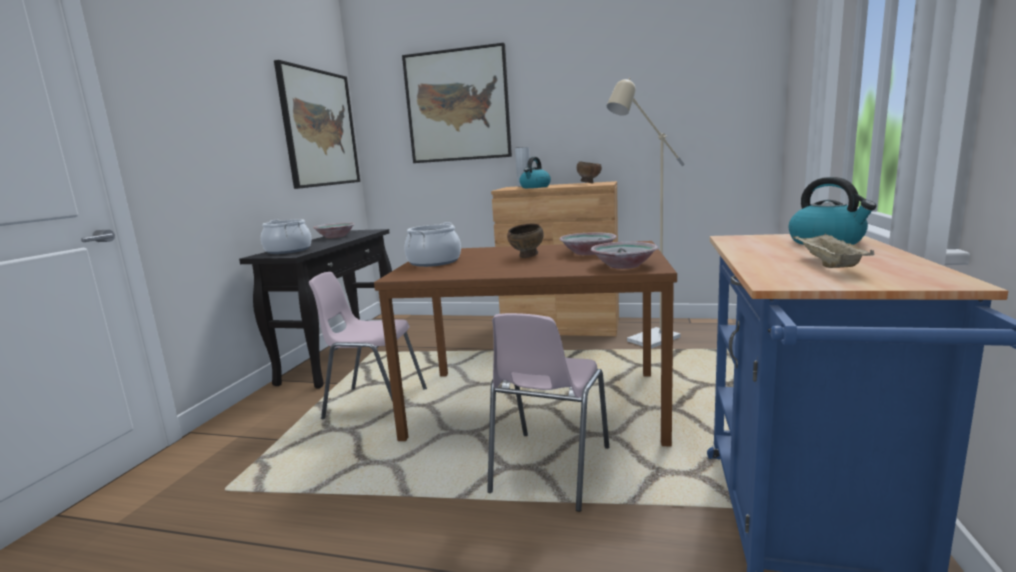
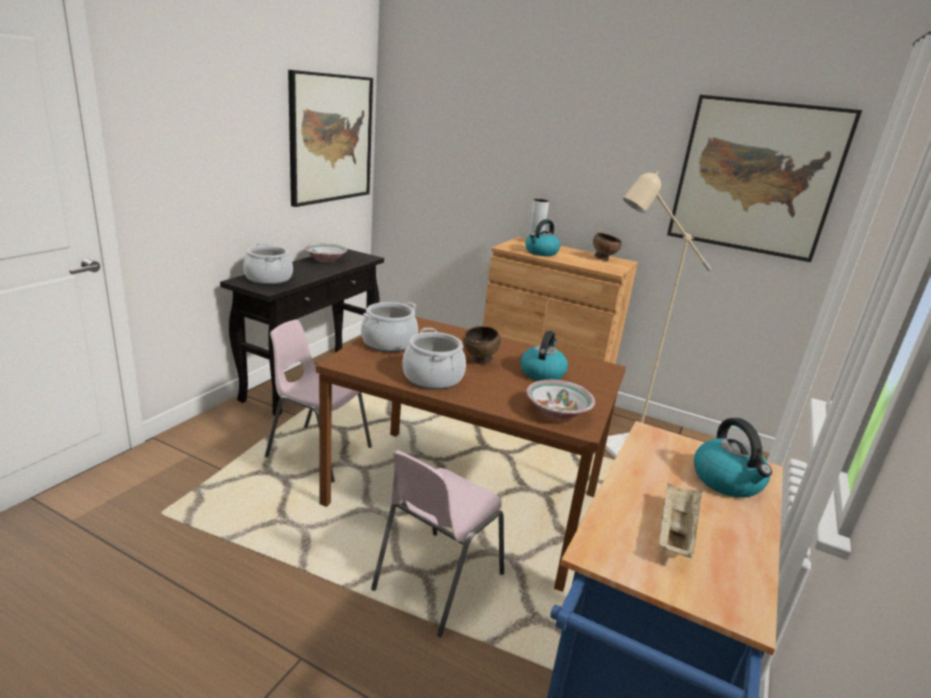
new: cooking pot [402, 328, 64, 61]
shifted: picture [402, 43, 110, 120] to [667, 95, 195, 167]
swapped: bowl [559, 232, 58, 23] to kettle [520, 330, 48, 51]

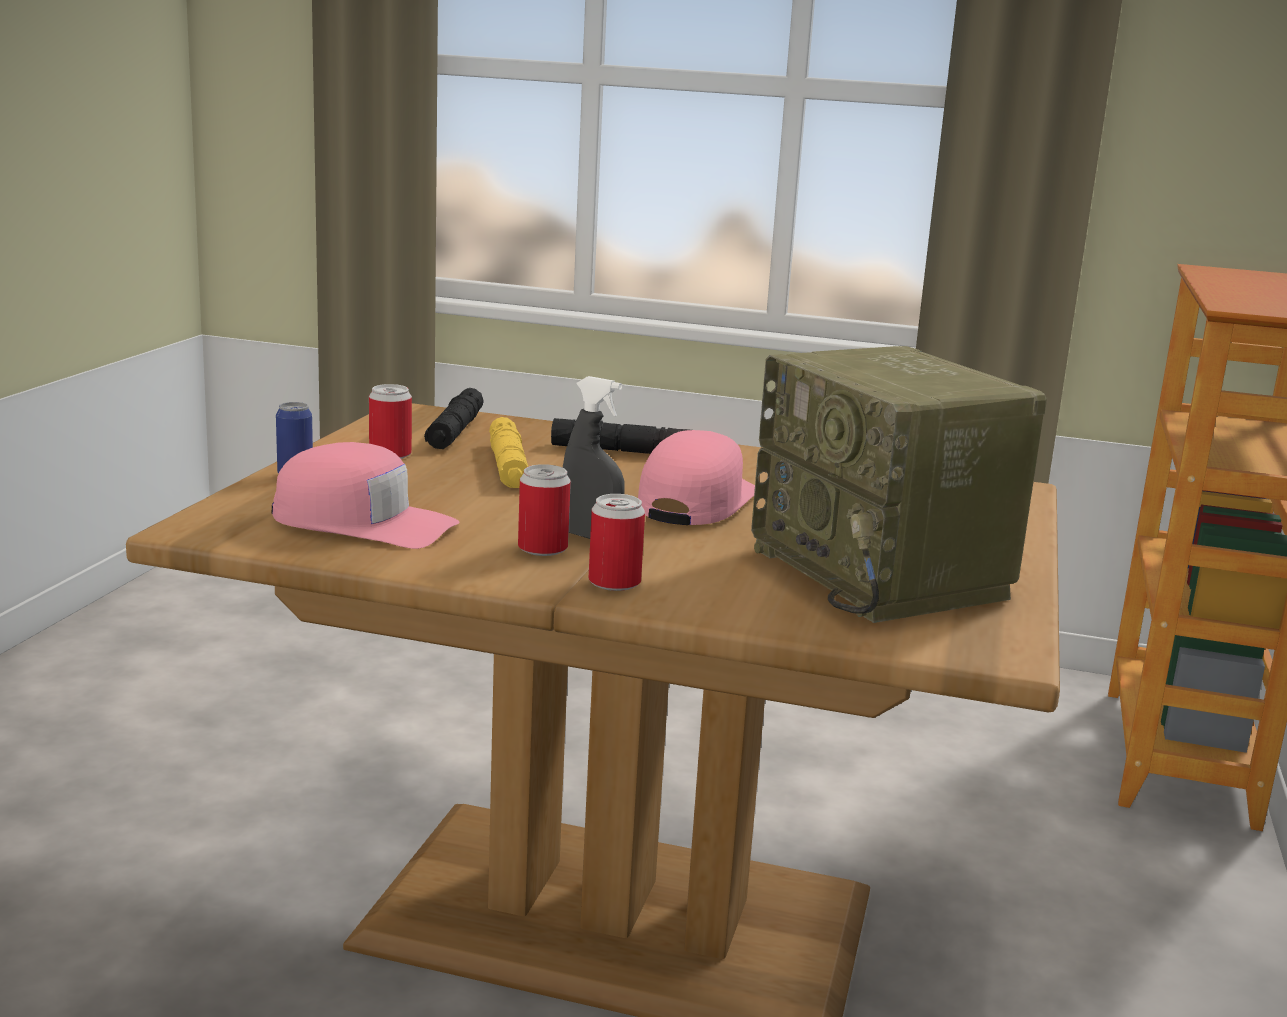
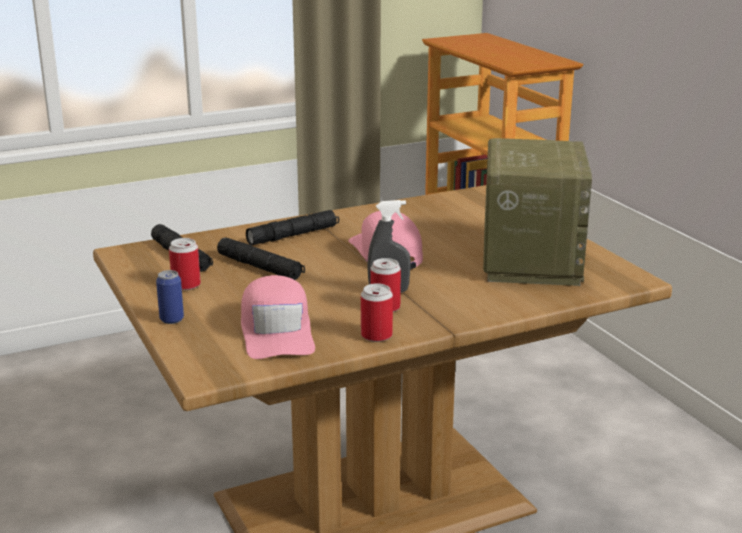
shifted: can [589, 494, 56, 97] to [361, 283, 32, 59]
repainted: flashlight in yellow [489, 417, 39, 71] to flashlight in black [217, 237, 88, 43]
rotated: cap in pink [271, 442, 189, 107] = [241, 275, 74, 84] 105 degrees clockwise; radio [751, 346, 296, 277] = [483, 138, 109, 148] 105 degrees counterclockwise

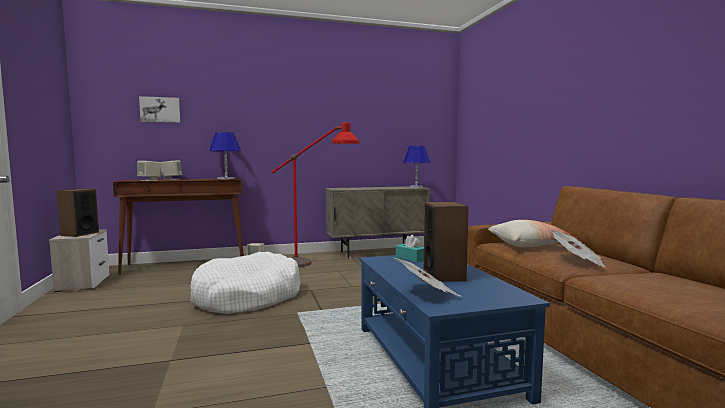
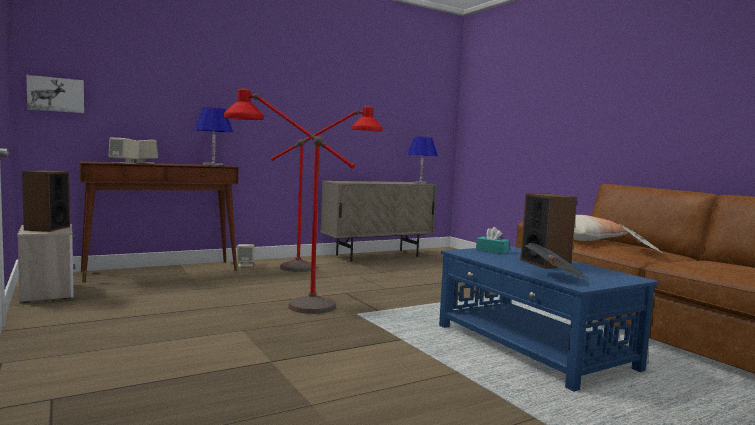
shifted: picture [139, 96, 41, 27] to [26, 75, 58, 38]
swapped: dog bed in white [190, 252, 110, 62] to floor lamp in red [224, 88, 131, 226]

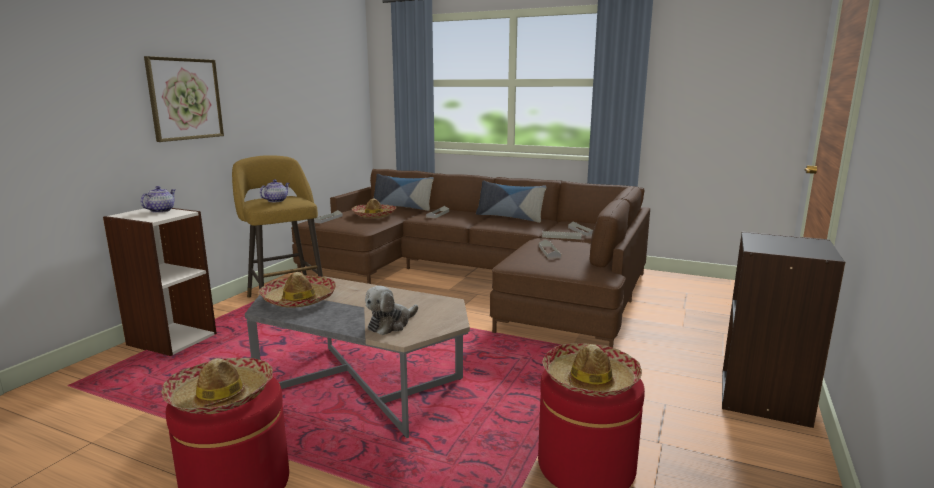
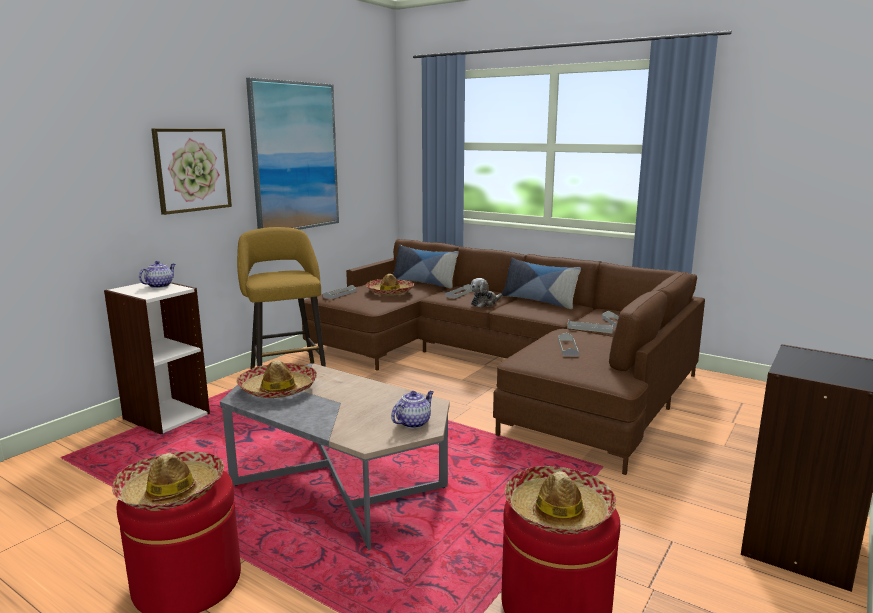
new: picture [246, 78, 93, 152]
shifted: teapot [260, 180, 29, 22] to [391, 391, 43, 37]; plush toy [365, 286, 53, 49] to [470, 278, 32, 29]

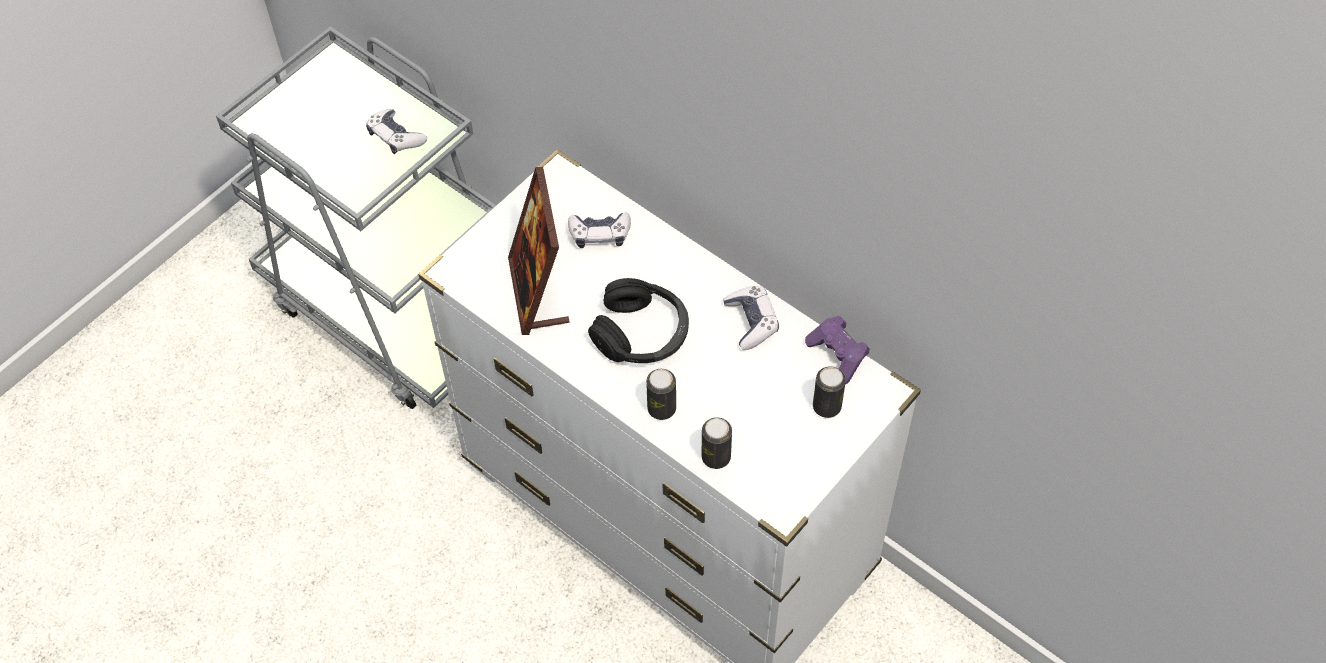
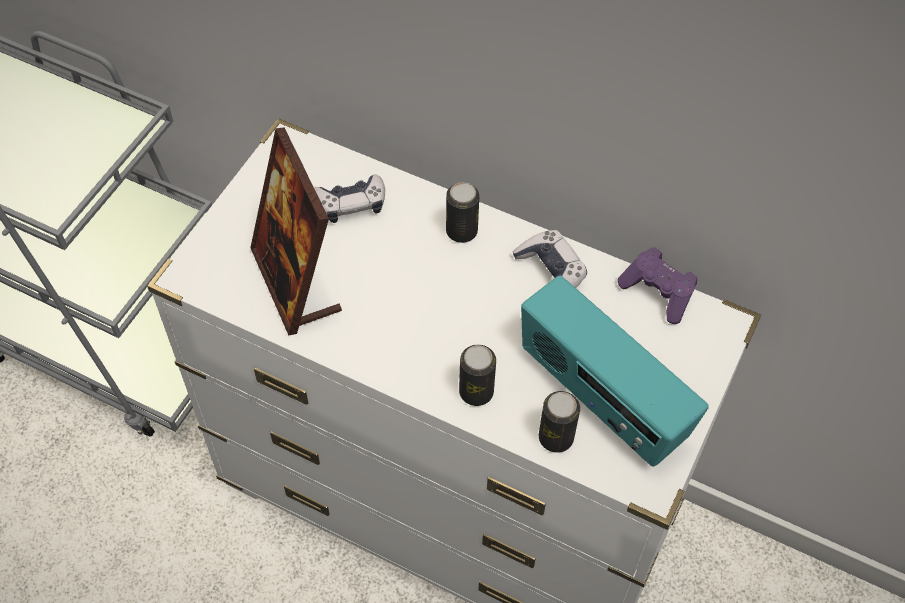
gone: game controller [366, 109, 61, 45]; headphones in black [588, 278, 101, 85]
new: radio [521, 276, 188, 190]
shifted: can [813, 366, 33, 52] to [446, 182, 33, 61]

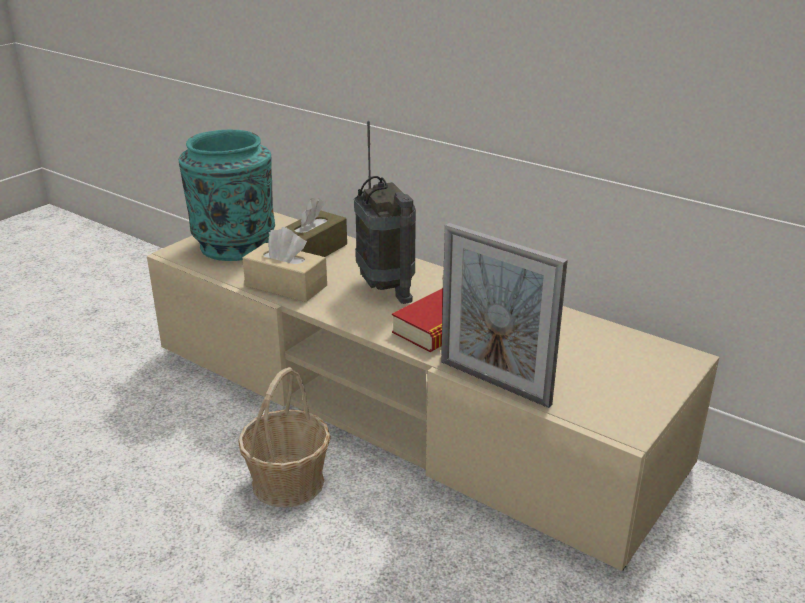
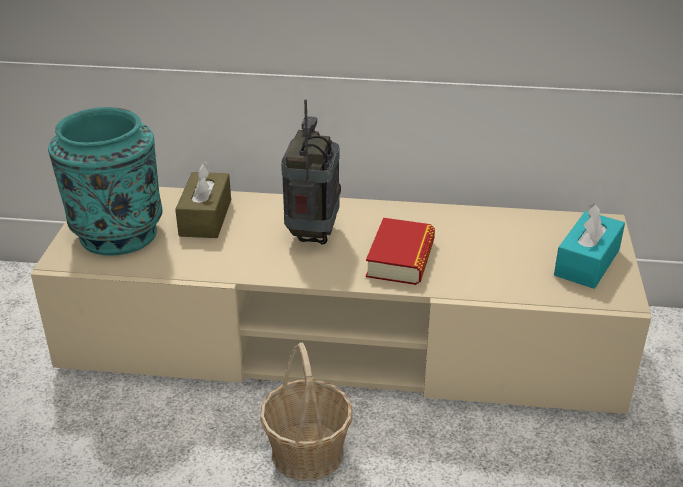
gone: tissue box in beige [243, 227, 84, 75]; picture frame [441, 223, 127, 185]
new: tissue box in turquoise [554, 204, 71, 85]
rotated: radio [354, 121, 62, 183] = [281, 99, 60, 145] 120 degrees counterclockwise

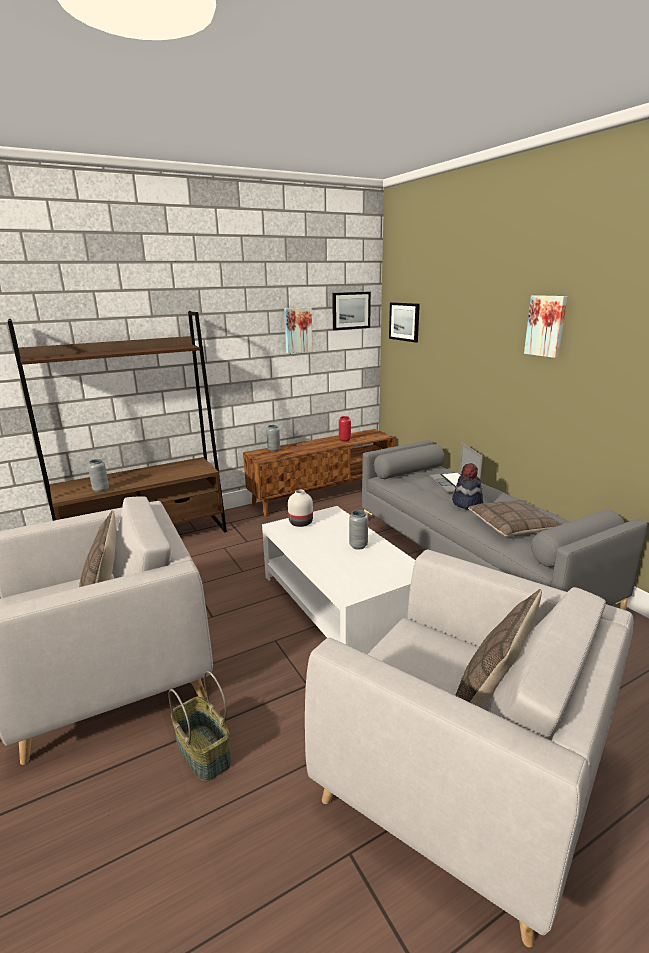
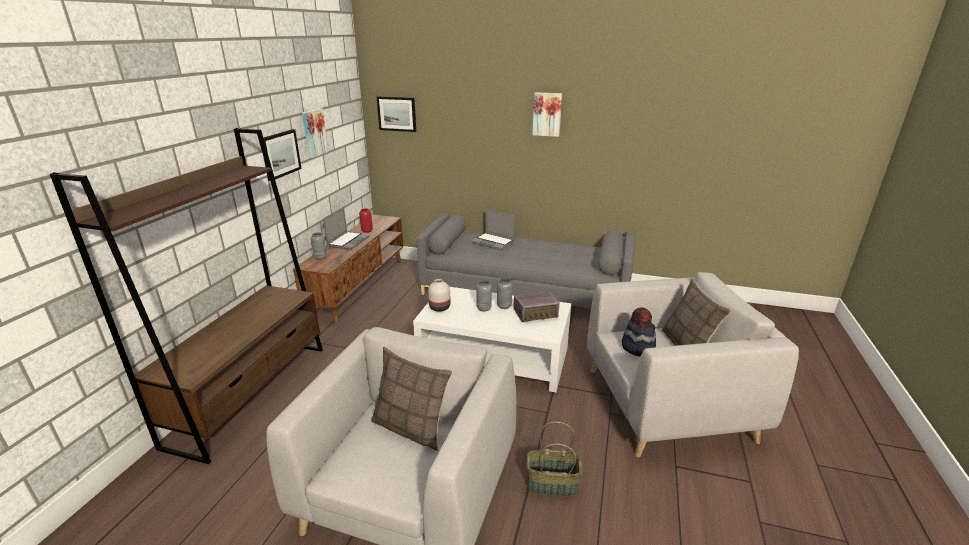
gone: pillow [468, 500, 94, 37]
new: laptop [323, 207, 47, 43]; radio [513, 292, 47, 30]
shifted: vase in grey [88, 459, 21, 33] to [476, 280, 16, 32]; picture [332, 292, 39, 38] to [264, 129, 38, 52]; hat [452, 463, 31, 46] to [622, 307, 34, 50]

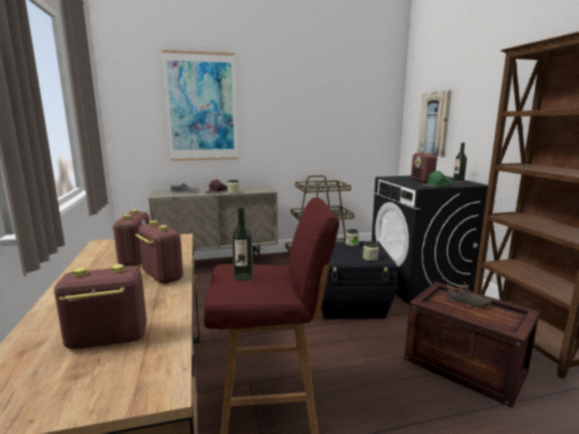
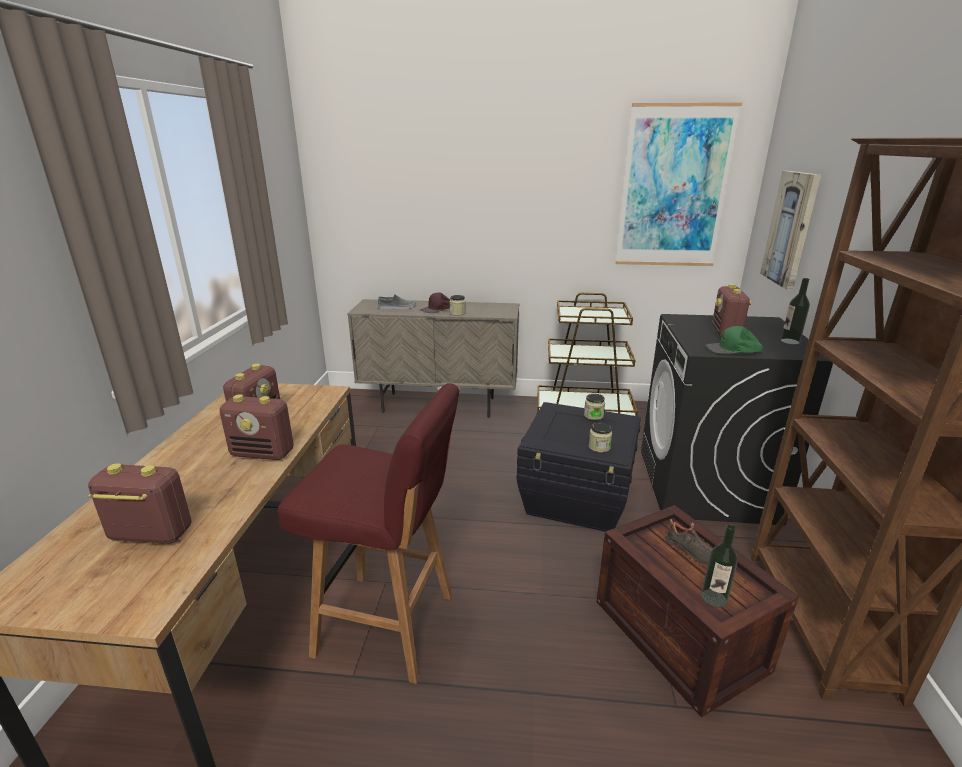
shifted: picture [162, 50, 76, 111] to [616, 102, 126, 164]; bottle [232, 207, 21, 74] to [701, 524, 37, 84]
rotated: radio [135, 220, 48, 64] = [219, 394, 75, 66] 120 degrees clockwise

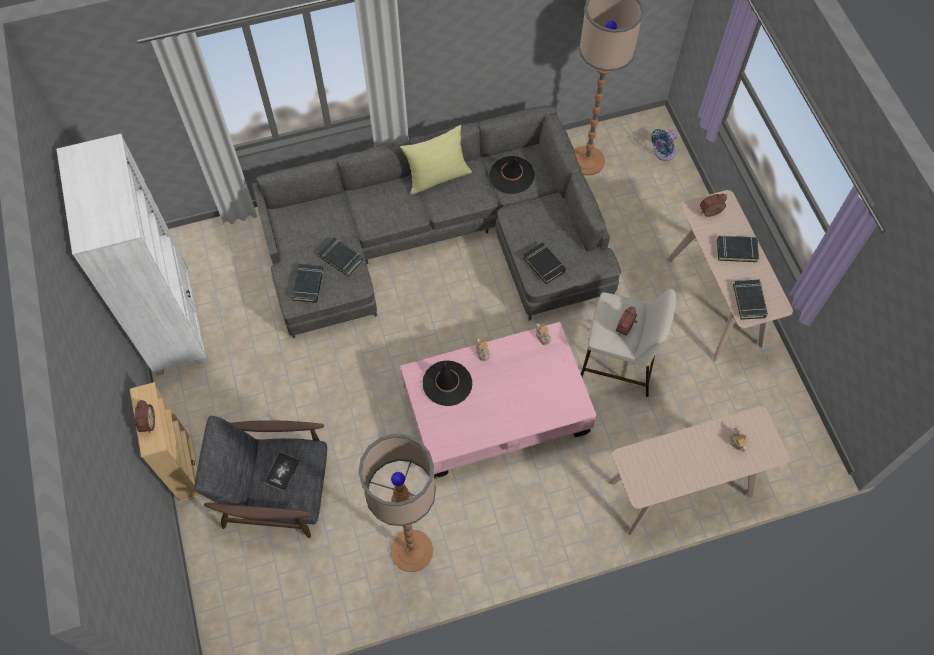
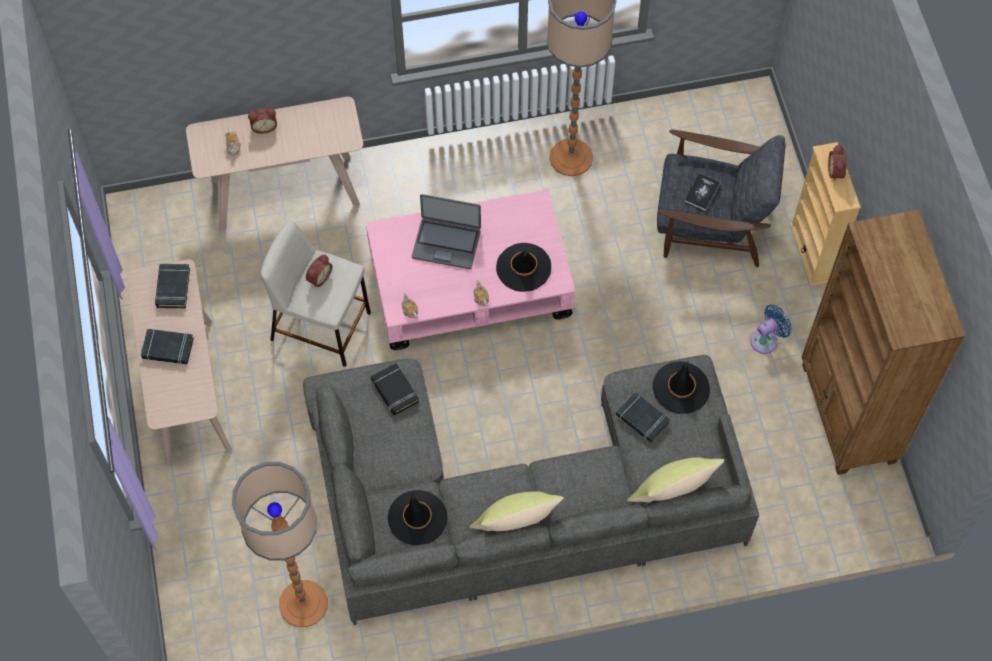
new: laptop [412, 194, 69, 75]; pillow in yellow [627, 457, 97, 45]
shifted: fan in blue [651, 129, 27, 32] to [750, 304, 42, 50]; alarm clock [700, 194, 27, 23] to [248, 108, 29, 26]
swapped: book in black [292, 264, 32, 39] to hat in black [653, 361, 57, 53]
repainted: bookcase in white [57, 134, 150, 242] to bookcase in brown [802, 209, 163, 266]

